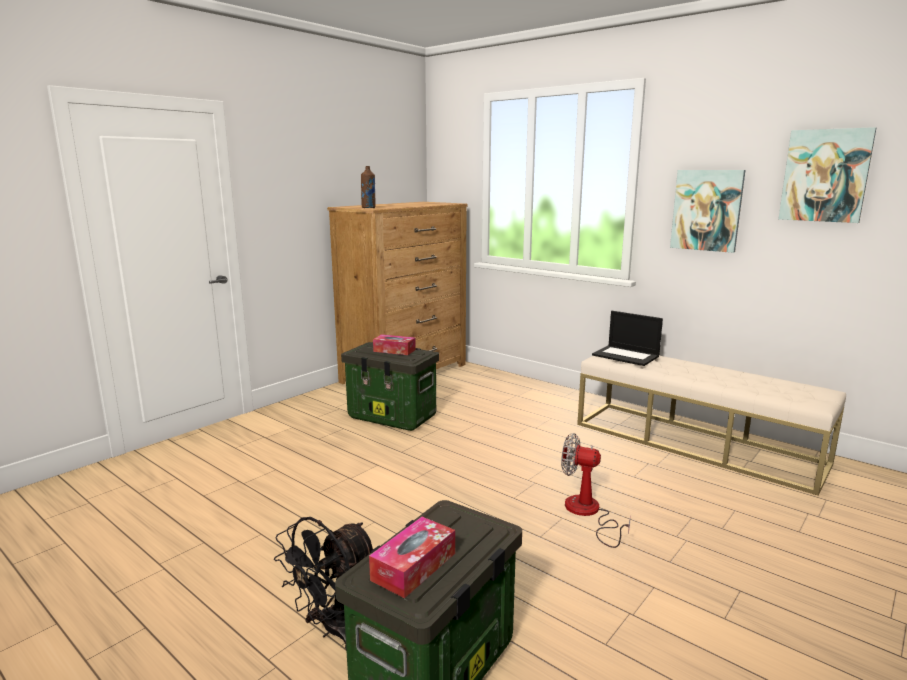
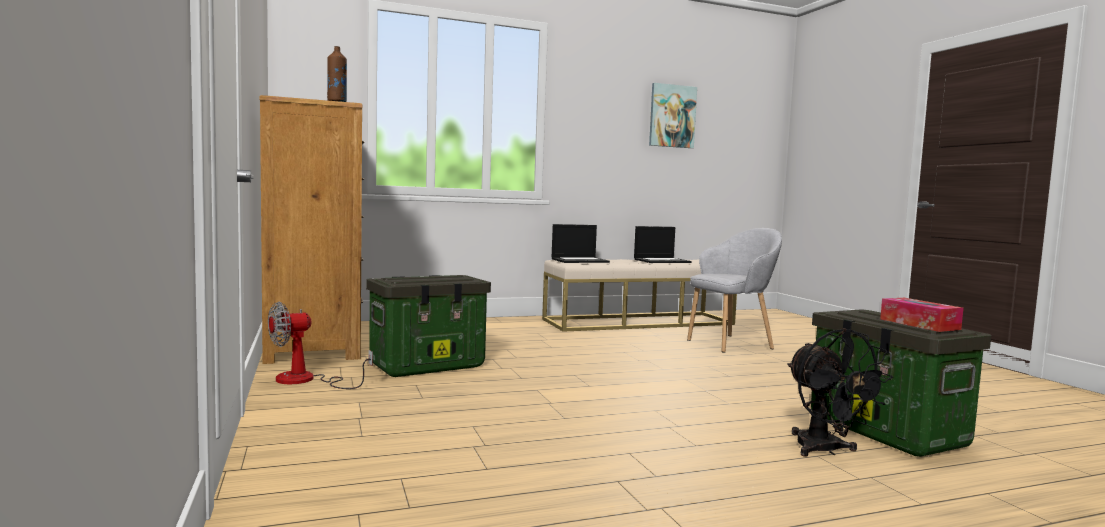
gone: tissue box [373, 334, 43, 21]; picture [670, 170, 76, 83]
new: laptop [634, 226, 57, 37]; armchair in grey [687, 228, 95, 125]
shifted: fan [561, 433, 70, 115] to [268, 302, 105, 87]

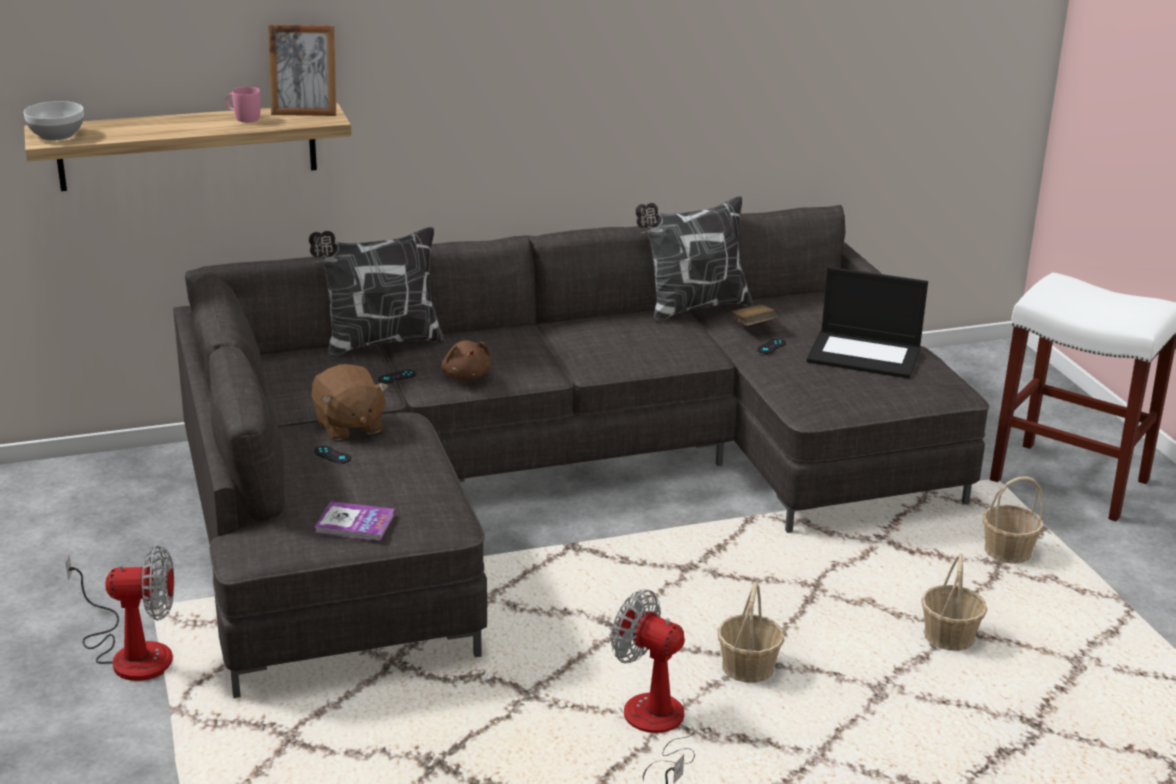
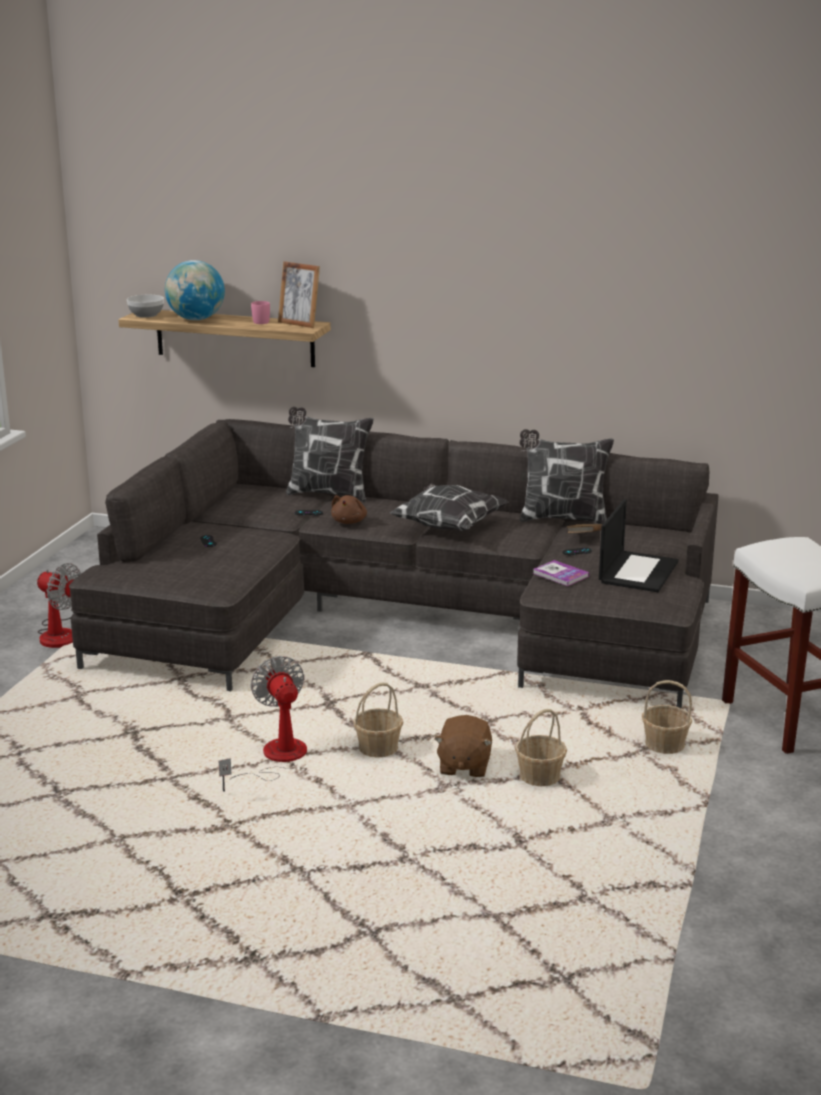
new: globe [165, 260, 60, 60]; pillow [389, 483, 120, 48]
shifted: plush toy in brown [311, 364, 77, 76] to [434, 715, 58, 62]; book [315, 501, 80, 40] to [533, 560, 56, 26]
rotated: laptop [807, 267, 121, 112] = [599, 499, 80, 93] 120 degrees counterclockwise

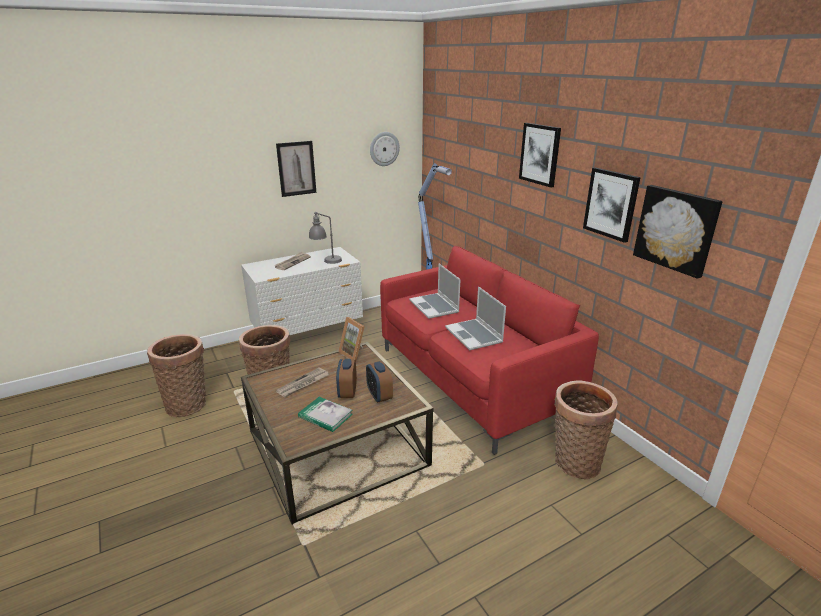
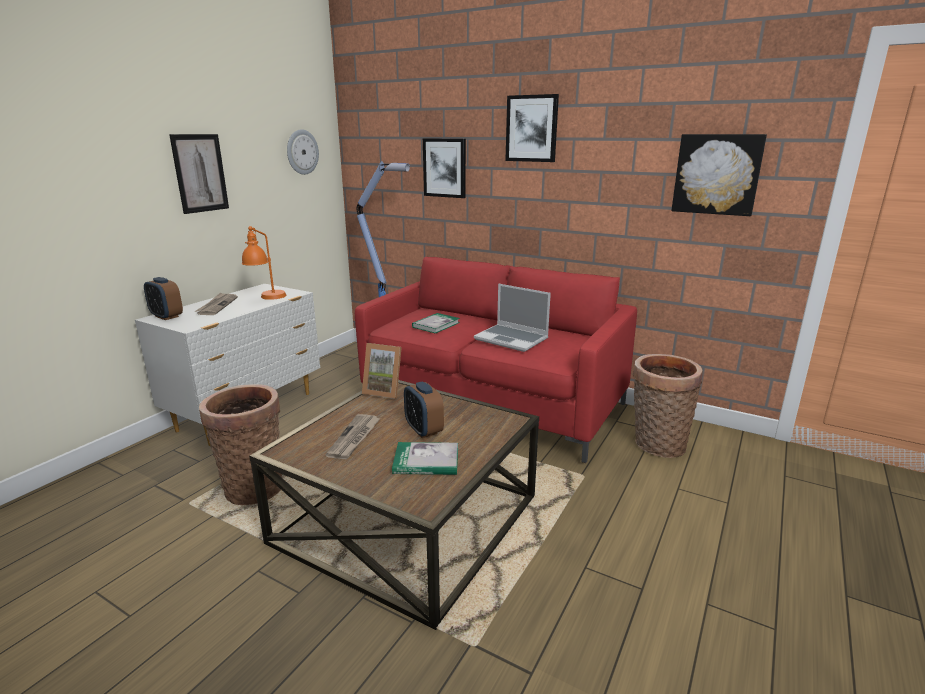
gone: basket [147, 334, 59, 83]
shifted: alarm clock [366, 361, 27, 42] to [144, 277, 39, 43]; picture [583, 167, 58, 76] to [423, 138, 43, 60]
swapped: laptop [409, 264, 52, 55] to book [412, 313, 48, 21]
repainted: table lamp in grey [309, 212, 33, 52] to table lamp in orange [242, 226, 44, 74]

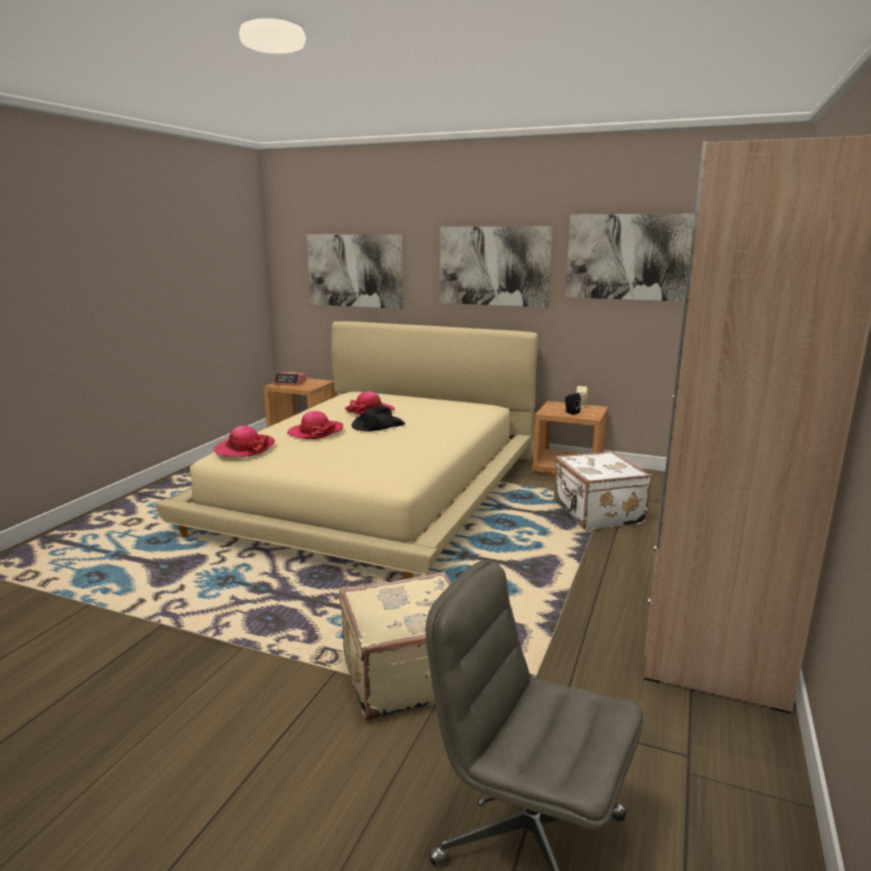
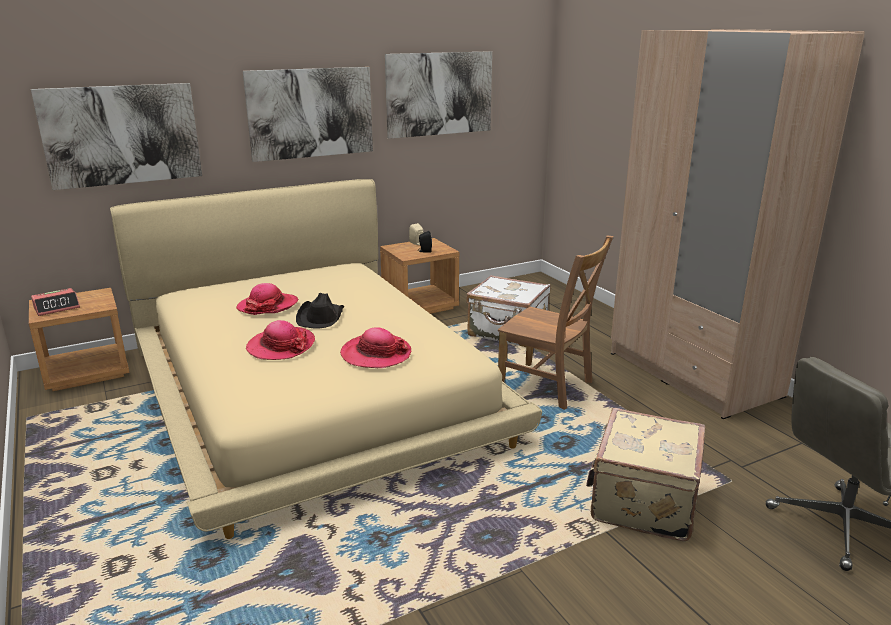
new: chair in brown [498, 236, 115, 174]
shifted: hat [214, 426, 61, 31] to [340, 327, 72, 41]

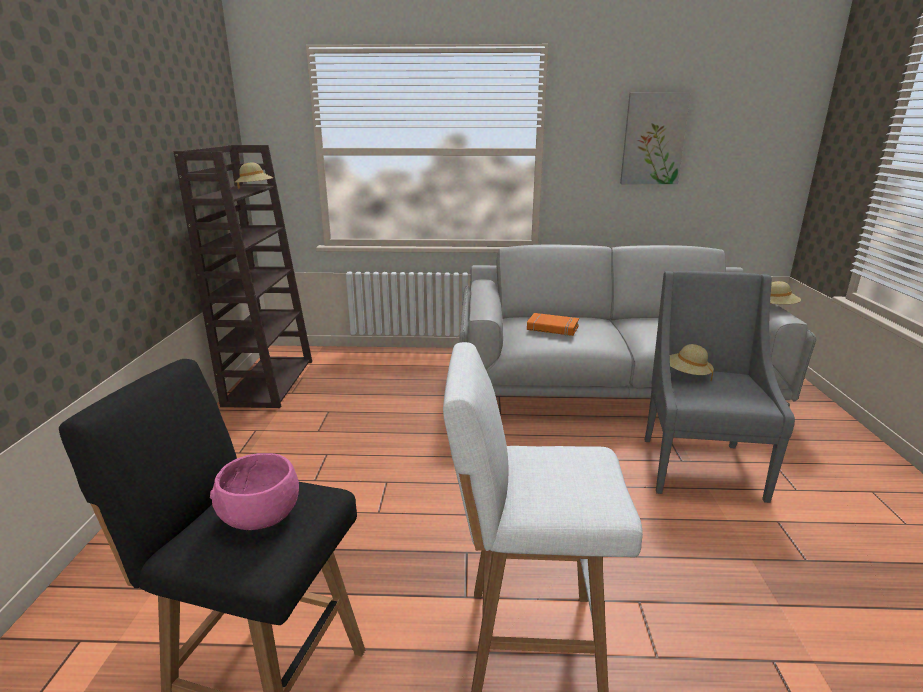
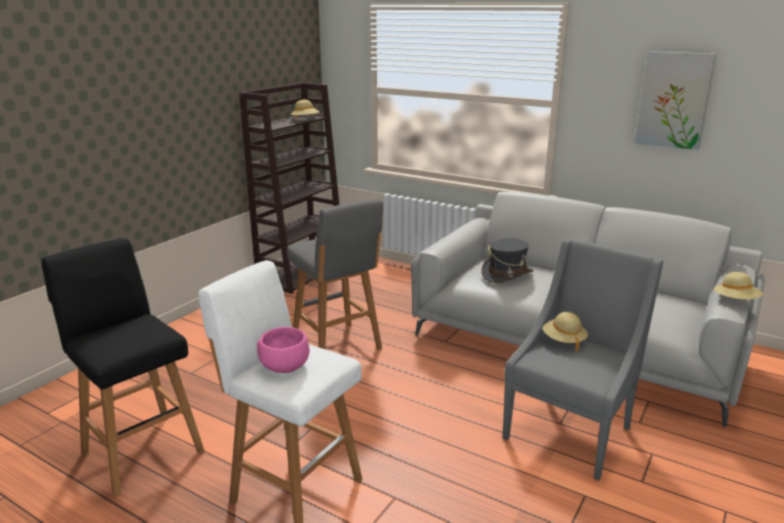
new: stool in grey [287, 199, 96, 151]
shifted: bowl in pink [210, 453, 89, 77] to [256, 327, 54, 46]
swapped: book in orange [527, 313, 52, 23] to hat in grey [481, 238, 52, 45]

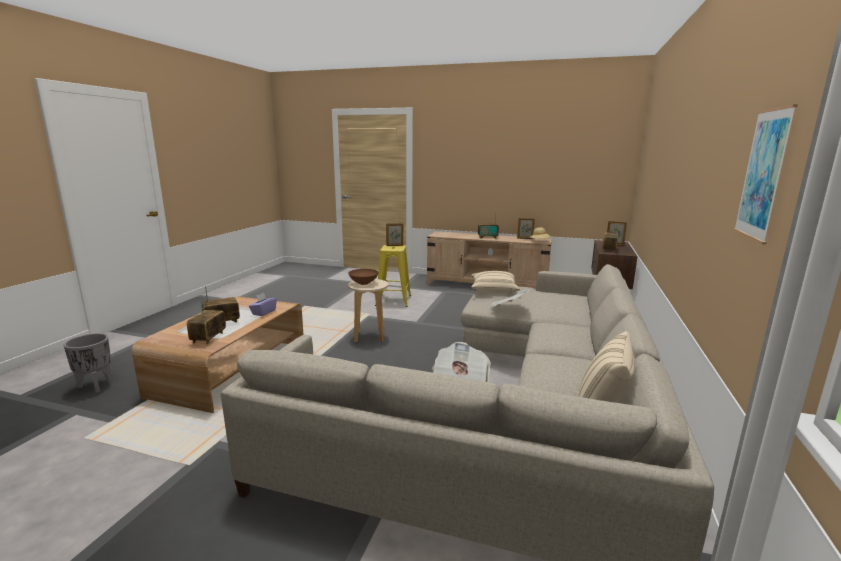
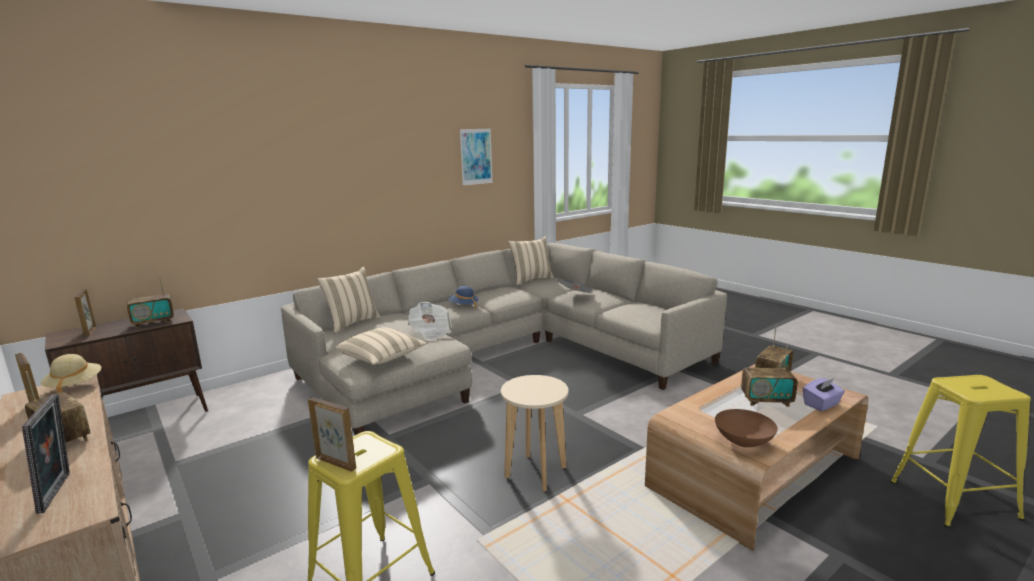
new: picture frame [22, 394, 48, 120]; pillow in beige [317, 267, 64, 66]; hat in blue [448, 286, 31, 23]
shifted: tissue box in purple [249, 293, 28, 23] to [803, 378, 42, 33]; bowl in brown [348, 269, 31, 16] to [715, 409, 63, 38]
swapped: planter in grey [64, 333, 48, 60] to stool in yellow [890, 375, 141, 153]

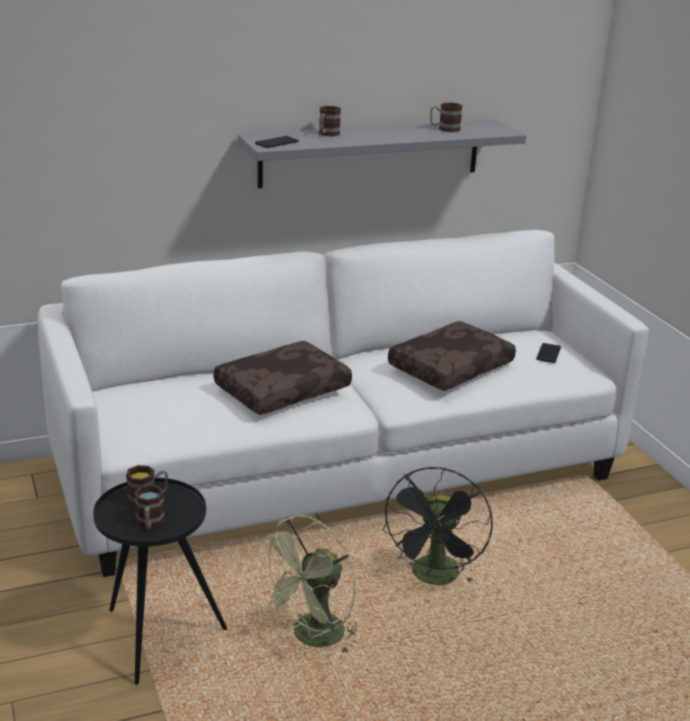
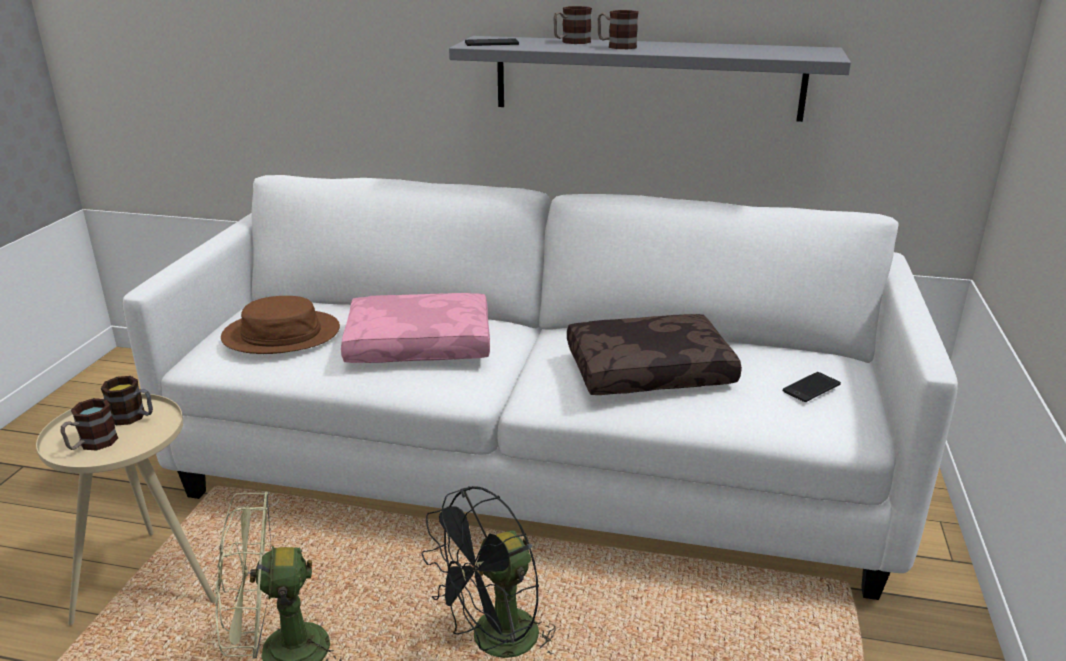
new: hat in brown [221, 296, 119, 58]
shifted: mug [430, 103, 33, 29] to [597, 10, 42, 39]
repainted: side table in black [93, 478, 134, 207] to side table in beige [36, 393, 180, 232]; pillow in brown [214, 341, 138, 74] to pillow in pink [341, 293, 149, 70]

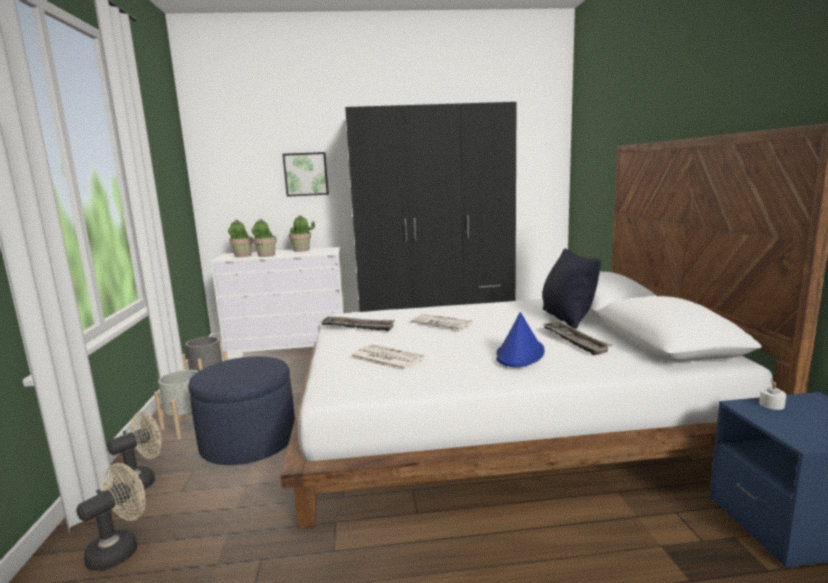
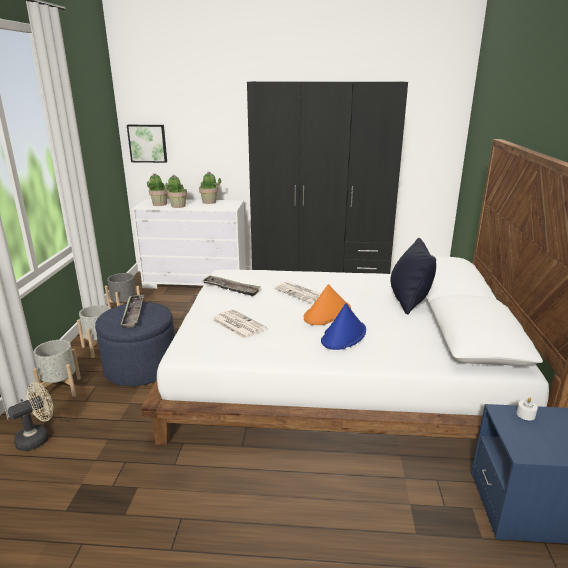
new: hat in orange [304, 284, 47, 41]
shifted: picture [283, 152, 46, 45] to [127, 125, 40, 38]; tray [541, 320, 71, 35] to [120, 295, 24, 33]
swapped: fan in beige [107, 411, 55, 79] to planter in grey [33, 340, 48, 57]

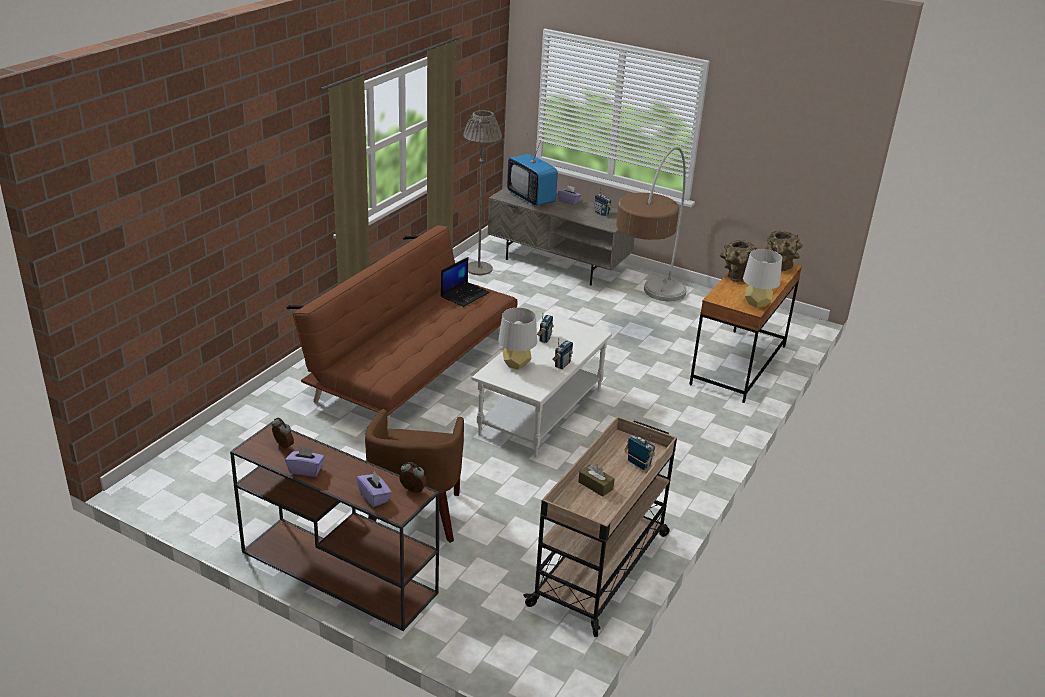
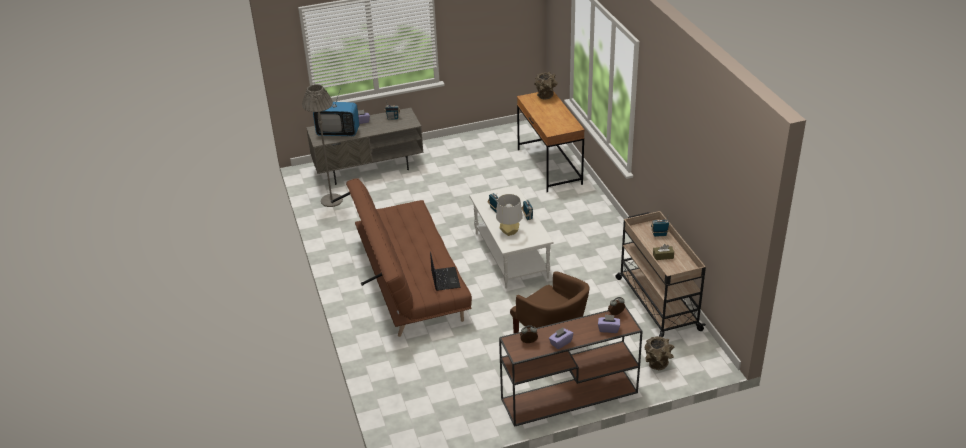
gone: floor lamp [616, 147, 71, 154]; table lamp in grey [743, 249, 39, 59]
shifted: laptop [441, 257, 49, 50] to [430, 251, 31, 40]; vase in brown [720, 240, 37, 42] to [645, 336, 29, 34]

